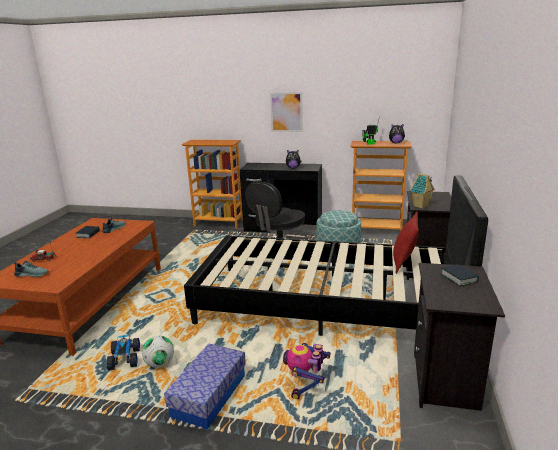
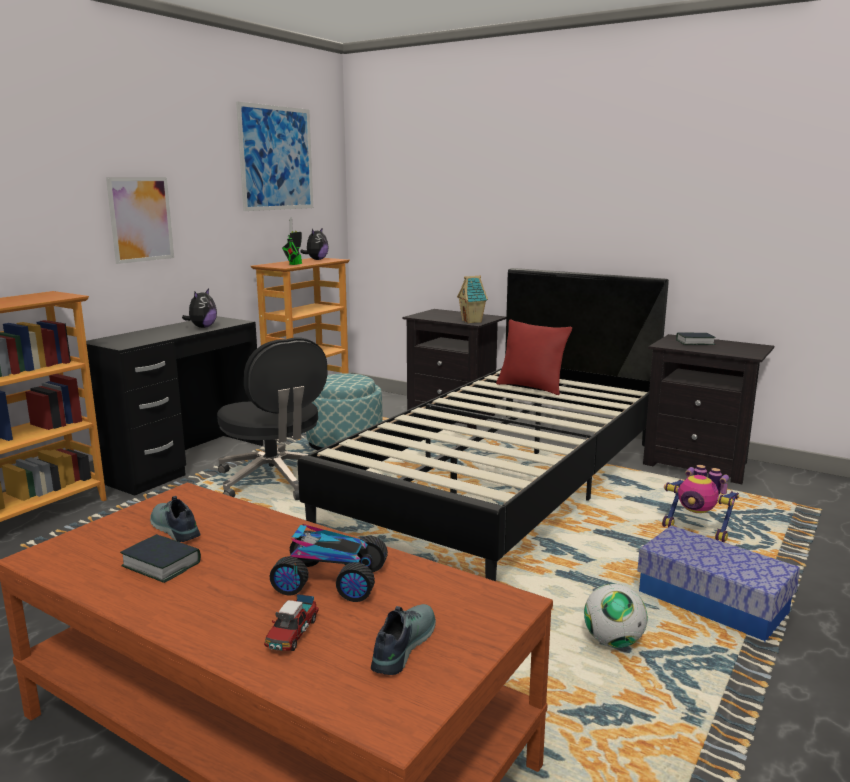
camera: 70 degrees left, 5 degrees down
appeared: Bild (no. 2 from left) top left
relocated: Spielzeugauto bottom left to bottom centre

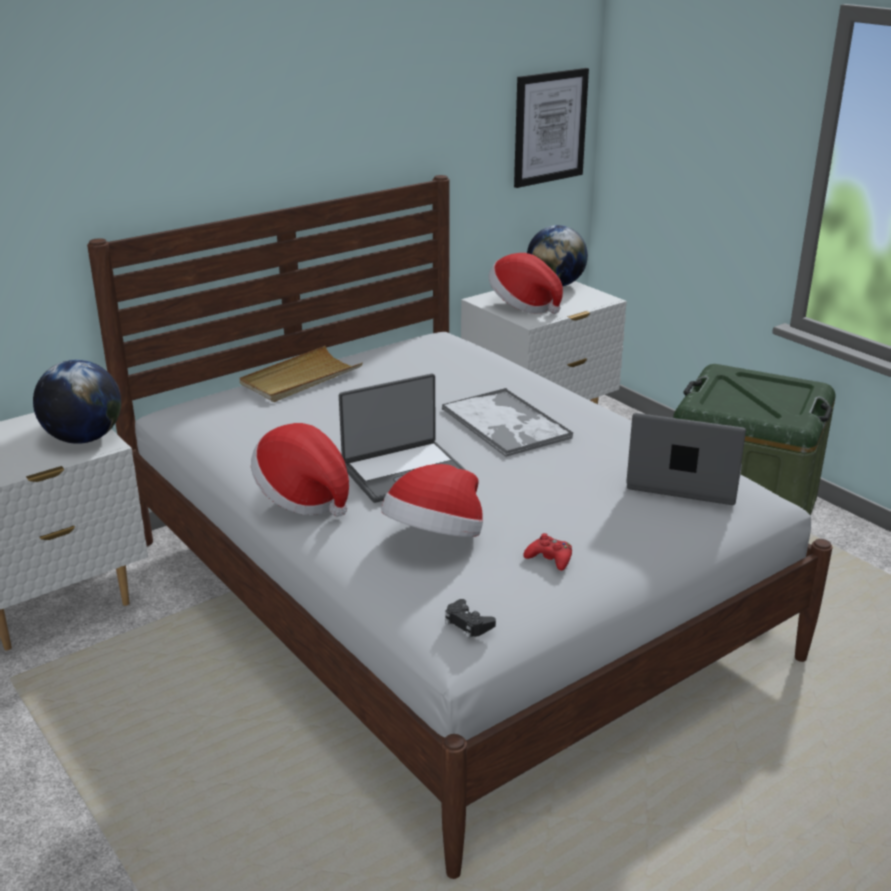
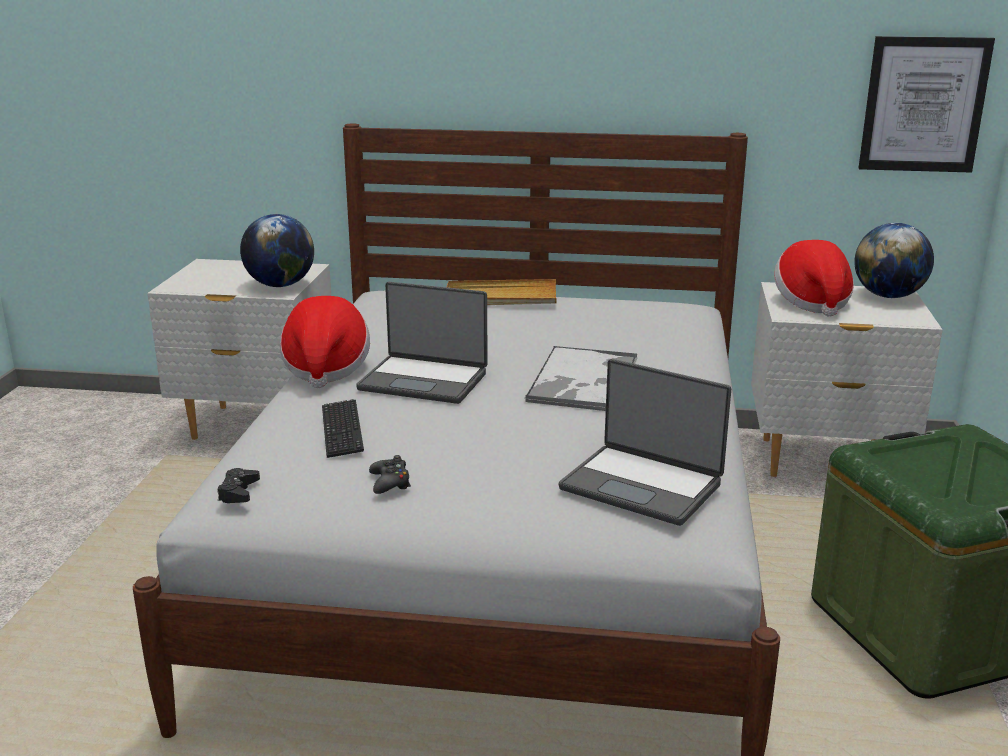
camera: 45 degrees right, 5 degrees down
exchanged: Hut (no. 2 from left) centre to Tastatur centre
colour: Gamepad [rot] centre to Gamepad [schwarz] (no. 2 from left) centre
spun: Laptop (no. 2 from left) middle right = centre 150 degrees clockwise

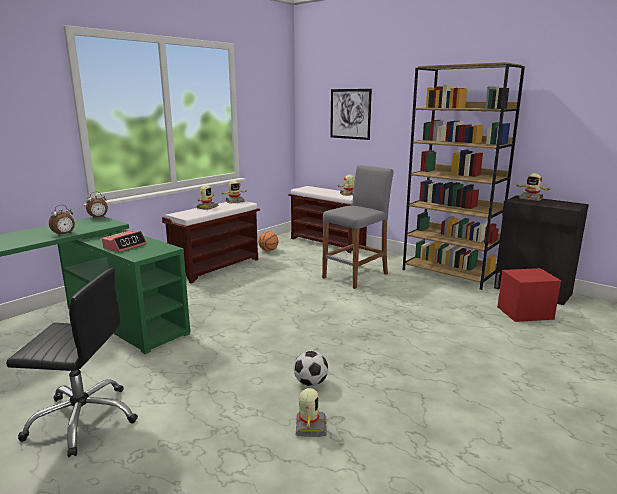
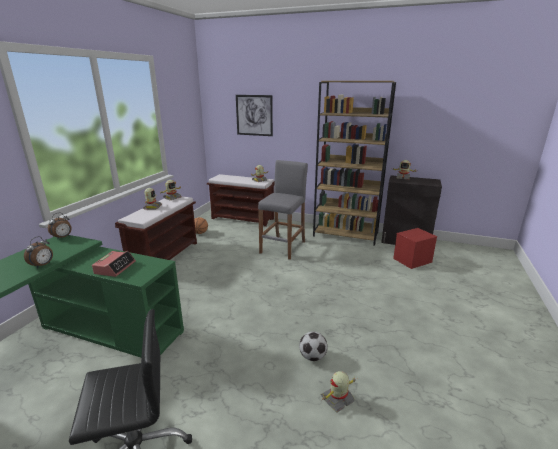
camera: 20 degrees left, 5 degrees up
spun: Spielzeugroboter (no. 3 from left in the first image) bottom centre = bottom centre 105 degrees counterclockwise

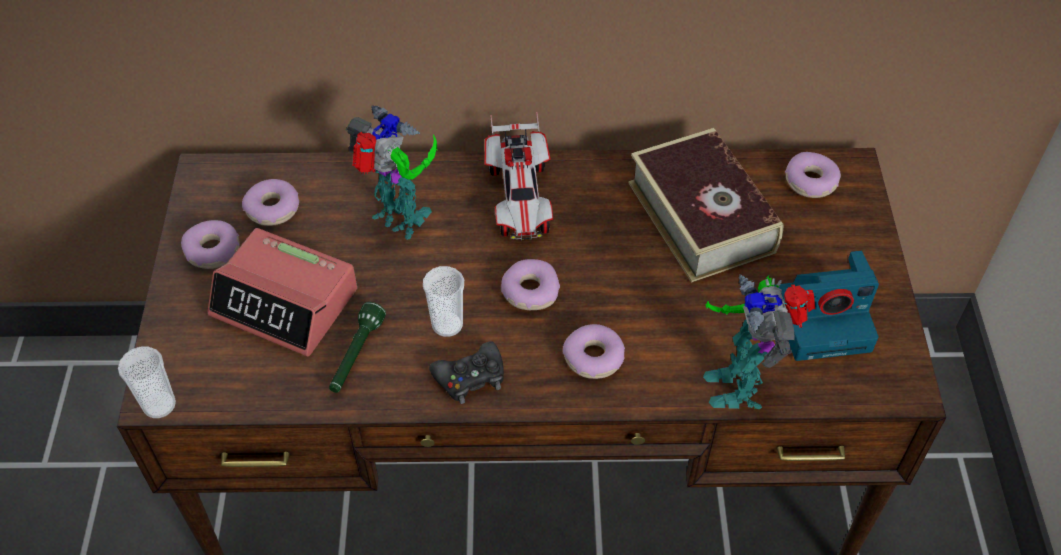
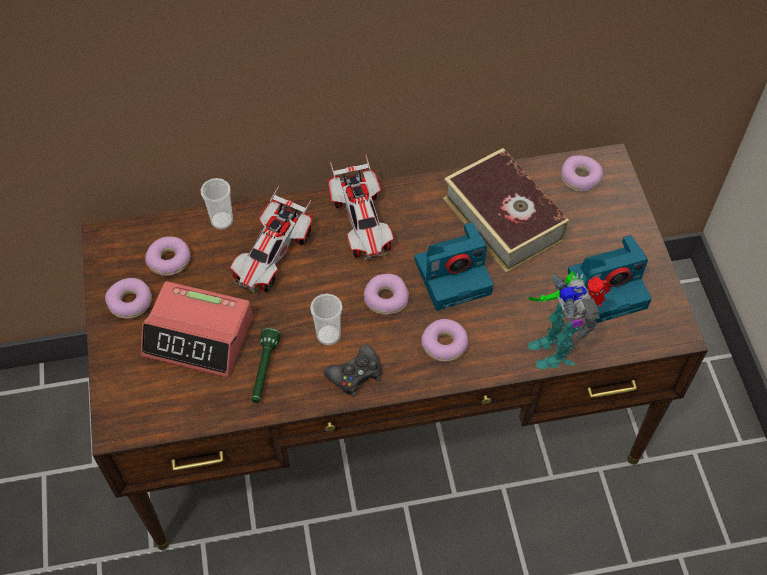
camera: 10 degrees left, 5 degrees up
appeared: Kamera (no. 1 from left) centre
relocated: Tasse (no. 1 from left) bottom left to middle left
exchanged: Spielzeugroboter (no. 1 from left) top centre to Spielzeugauto (no. 1 from left) centre

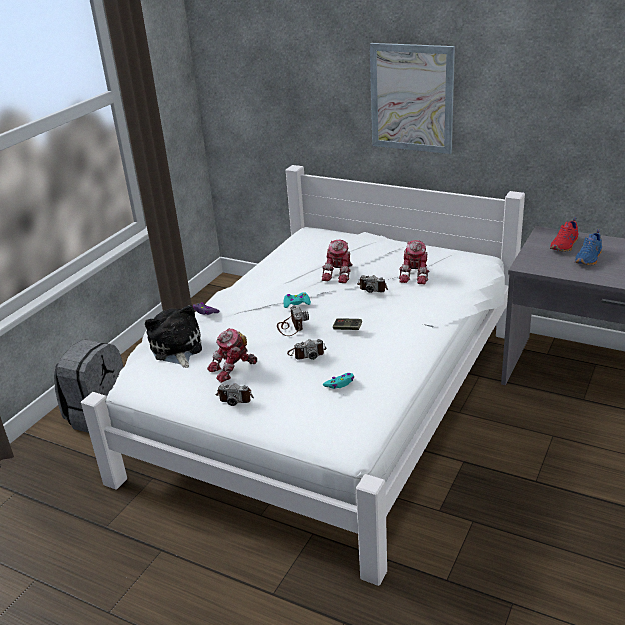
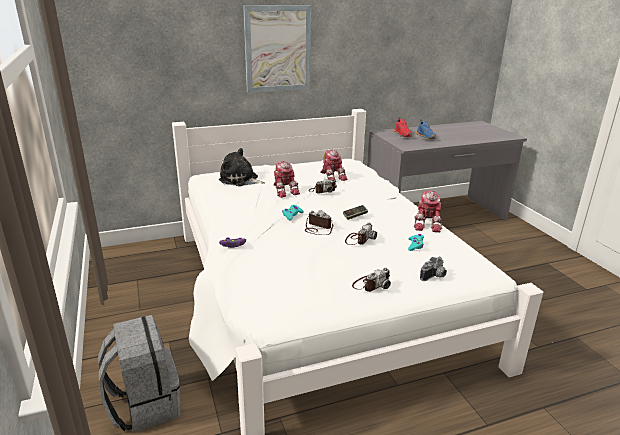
camera: 50 degrees left, 5 degrees down
appeared: Kamera (no. 5 from left) middle right
relocated: Plüschtier middle left to centre; Spielzeugroboter (no. 1 from left in the first image) centre to Spielzeugroboter (no. 3 from left) middle right

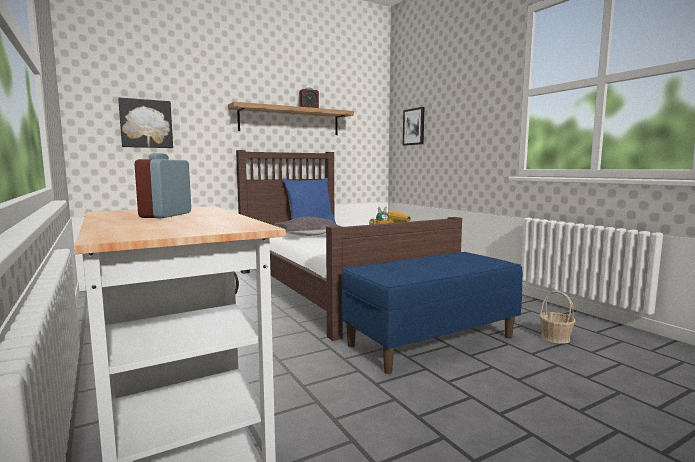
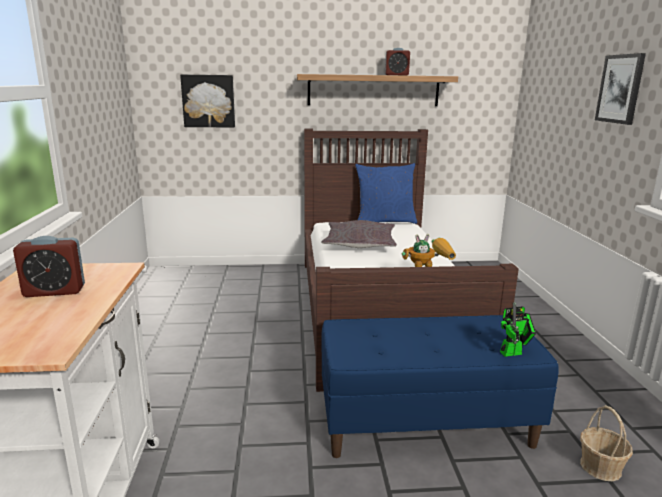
camera: 25 degrees right, 10 degrees up
appeared: Spielzeugroboter (no. 2 from left) middle right
relocated: Bild (no. 2 from left) top centre to top right
spun: Wecker (no. 1 from left) middle left = middle left 135 degrees counterclockwise

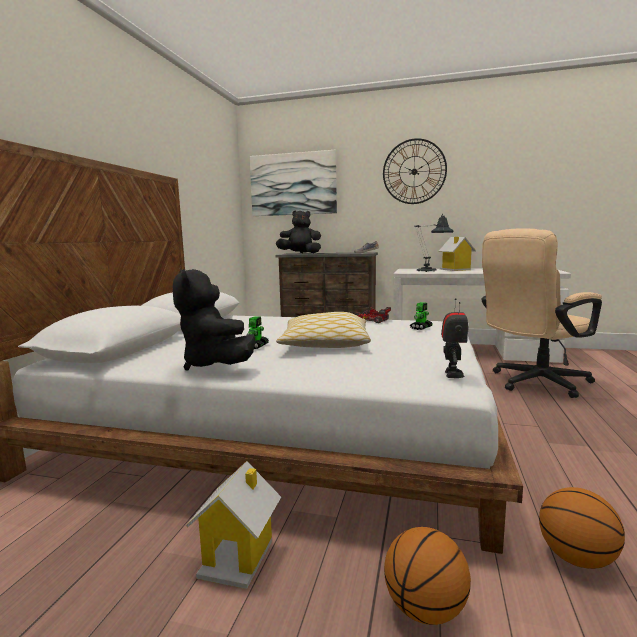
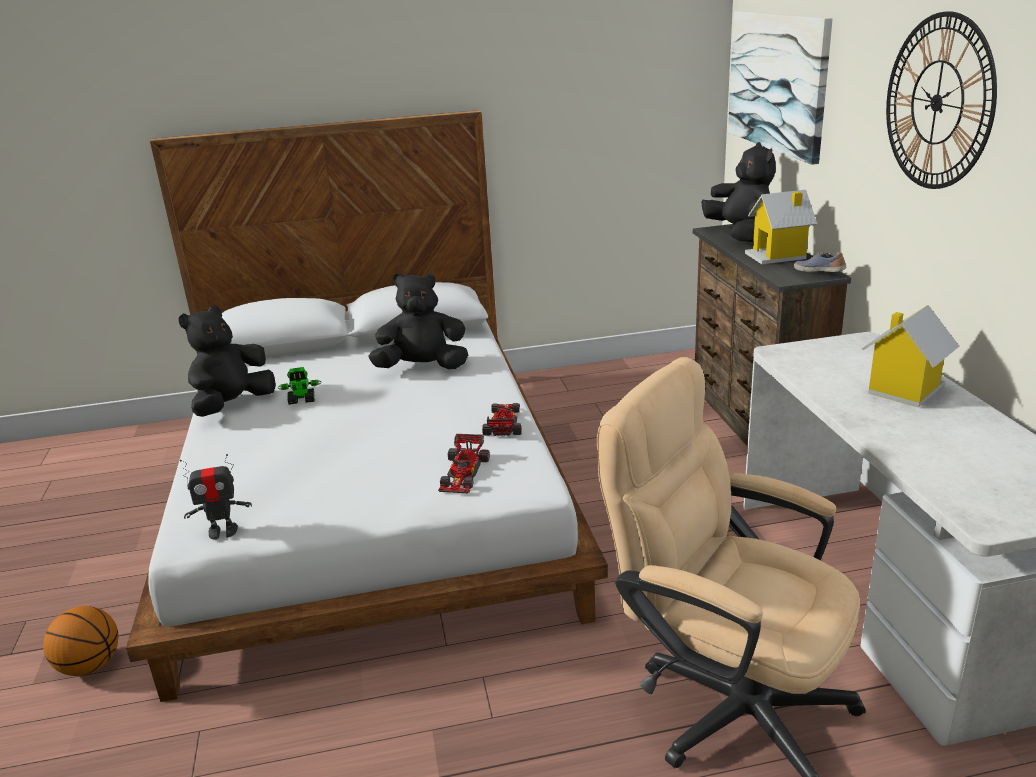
camera: 65 degrees right, 15 degrees up
missing: Kissen centre; Tischlampe middle right; Basketball (no. 2 from left) bottom right
appeared: Plüschtier [schwarz] (no. 2 from left) centre
relocated: Spielzeughaus (no. 1 from left) bottom centre to top right
exchanged: Spielzeugroboter (no. 2 from left) centre to Spielzeugauto (no. 1 from left) centre

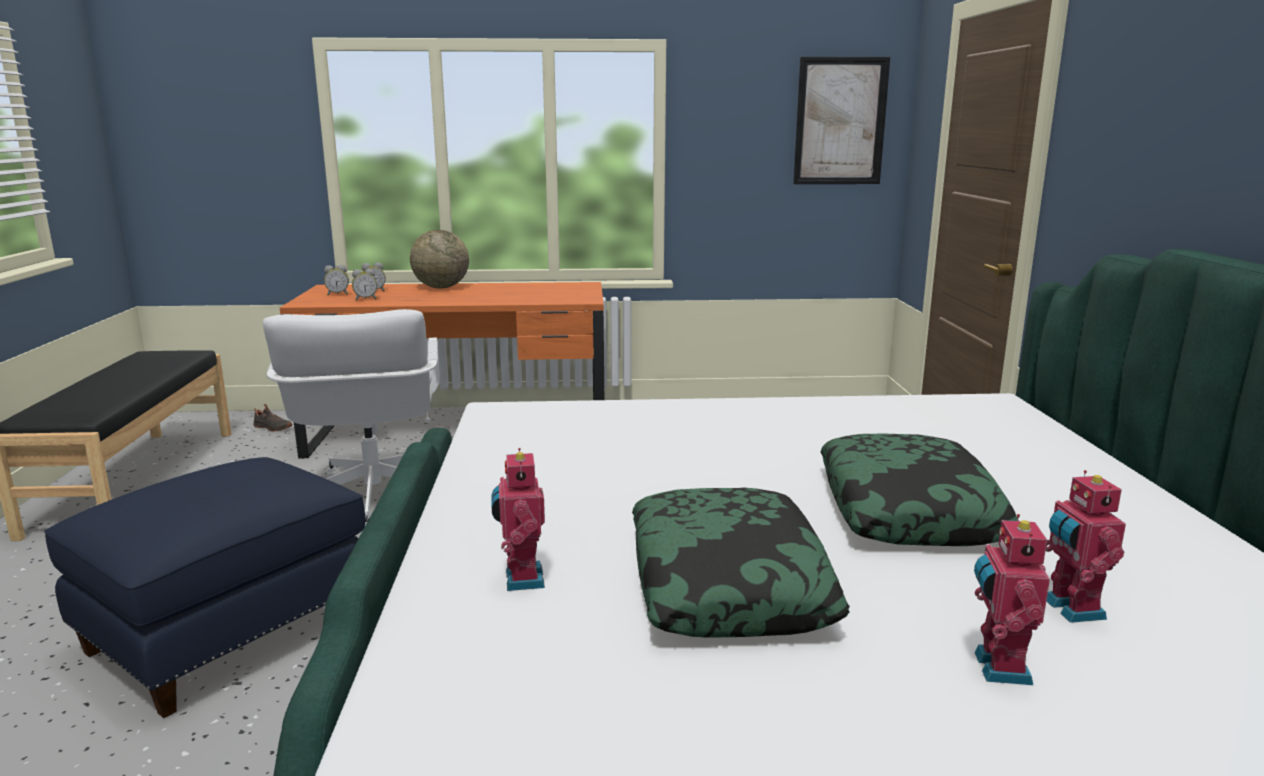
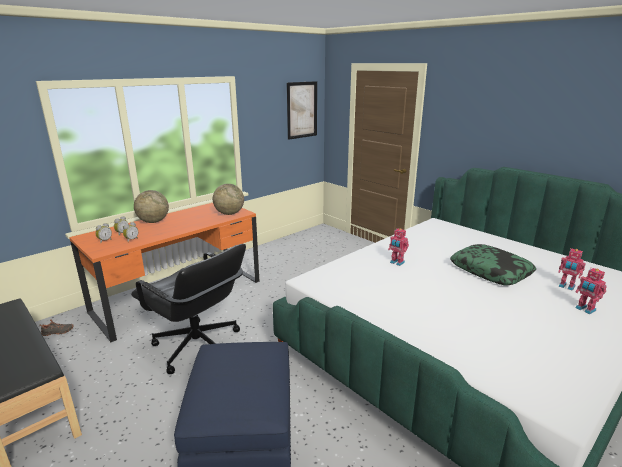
camera: 40 degrees left, 5 degrees up
missing: Kissen (no. 1 from left) bottom centre
appeared: Globus (no. 2 from left) centre
relocated: Spielzeugroboter (no. 1 from left) bottom centre to centre
colour: Bürostuhl [weiß] middle left to Bürostuhl [schwarz] middle left

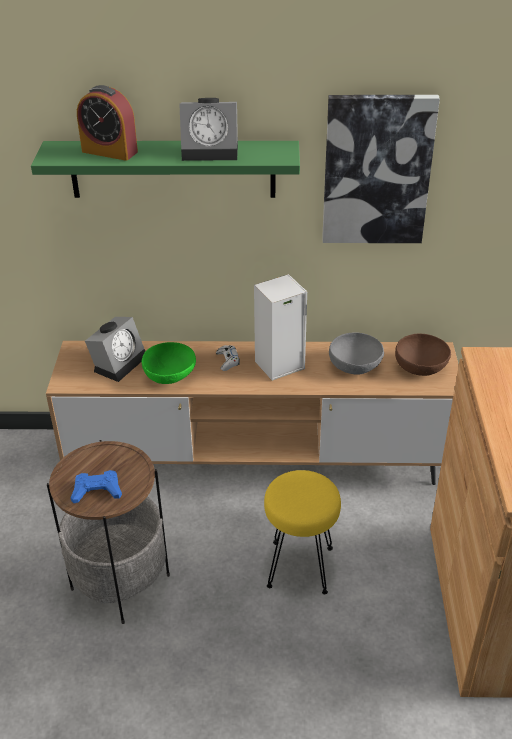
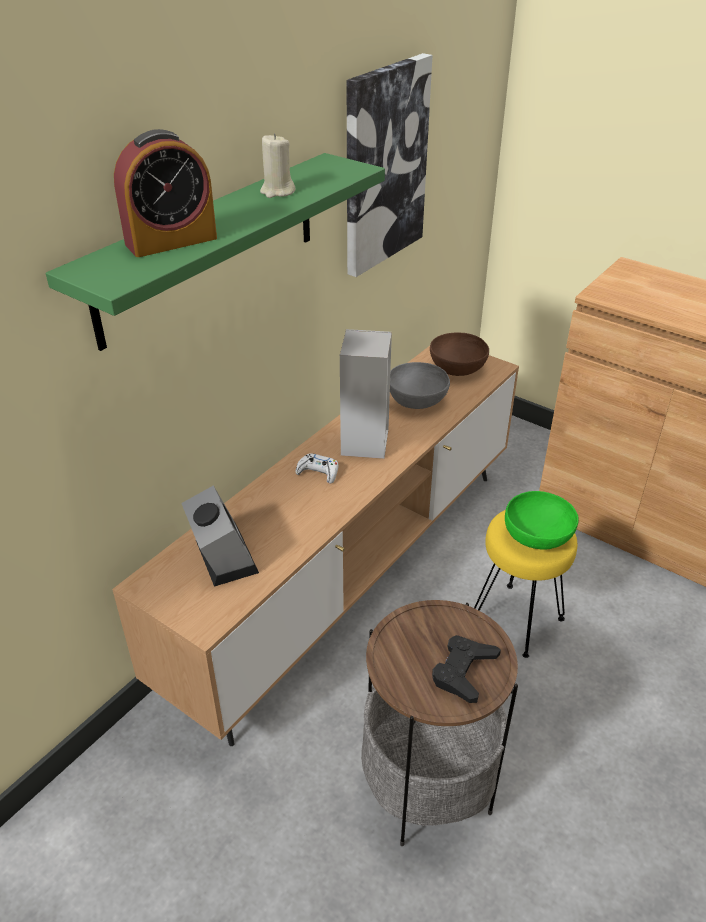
camera: 55 degrees left, 0 degrees up
relocated: Schüssel [grün] middle left to middle right
exchanged: Wecker (no. 3 from left) top centre to Kerze [beige] top centre
colour: Gamepad [blau] middle left to Gamepad [schwarz] bottom centre

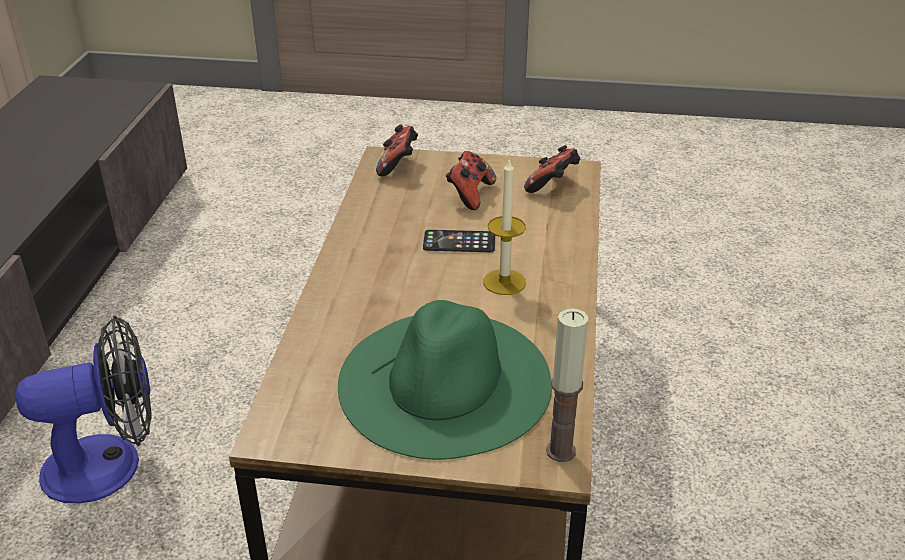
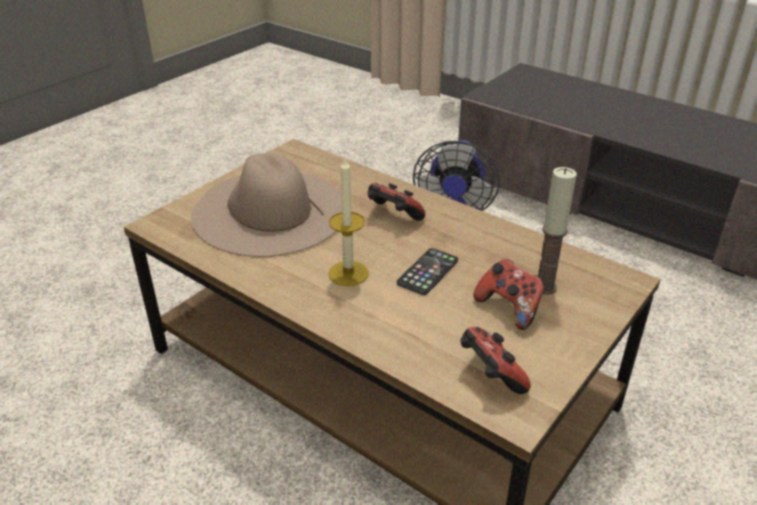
camera: 120 degrees right, 0 degrees up
relocated: Gamepad (no. 1 from left) top centre to centre; Kerze (no. 2 from left) bottom centre to middle right
colour: Hut [grün] bottom centre to Hut [beige] centre

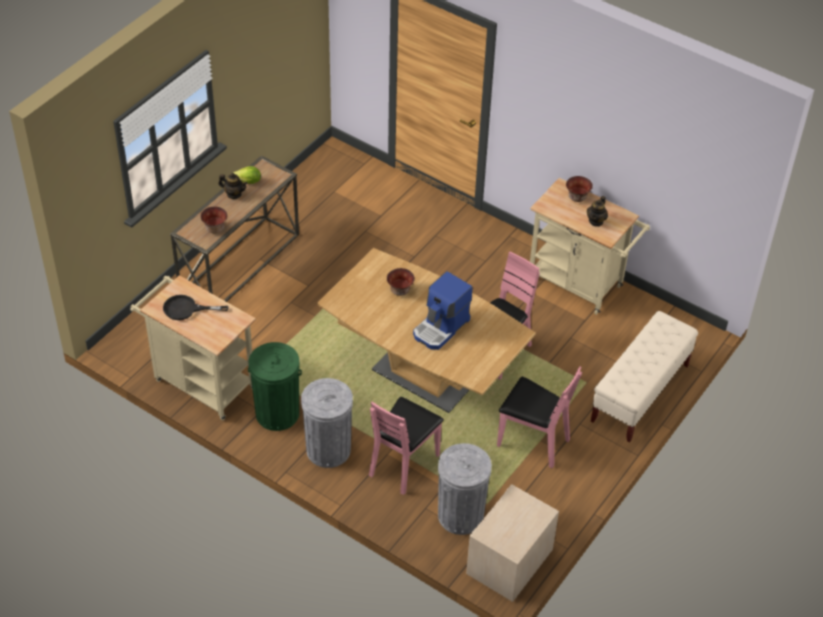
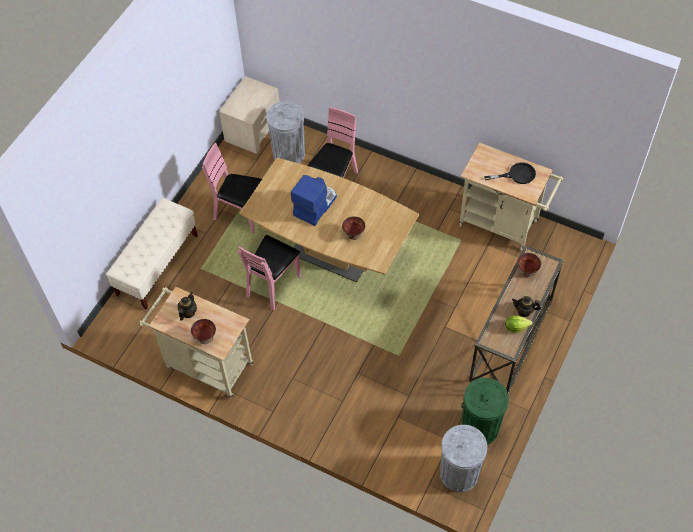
camera: 175 degrees right, 10 degrees up
relocated: Mülleimer [grau] (no. 1 from left in the first image) bottom centre to Mülleimer [grau] (no. 2 from left) bottom right; Mülleimer [grün] centre to bottom right

